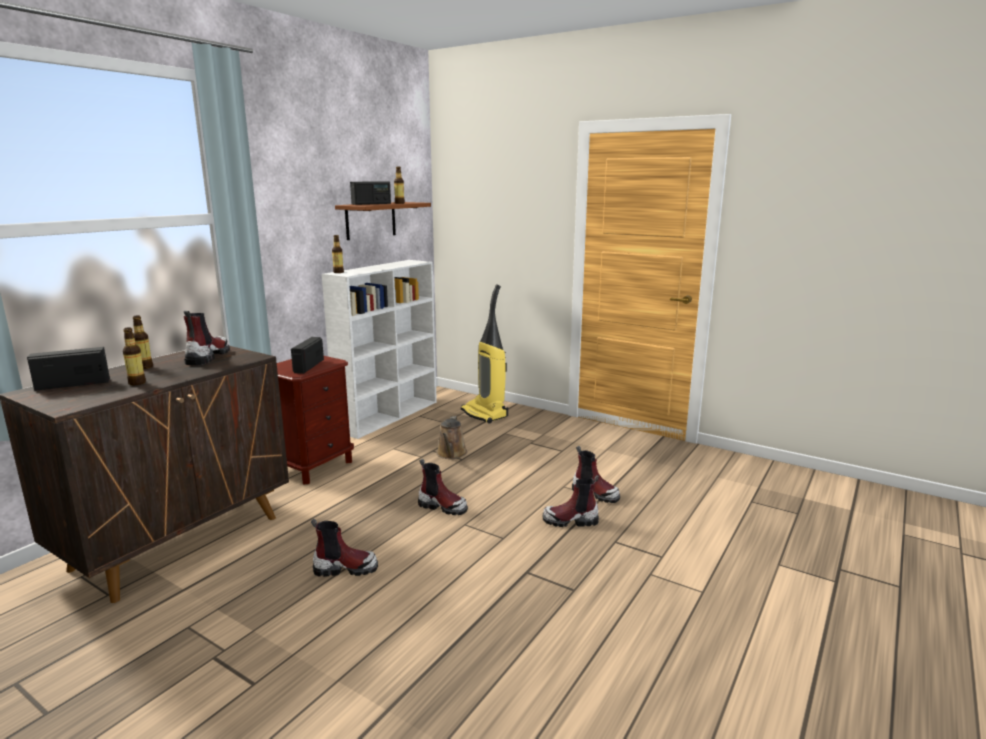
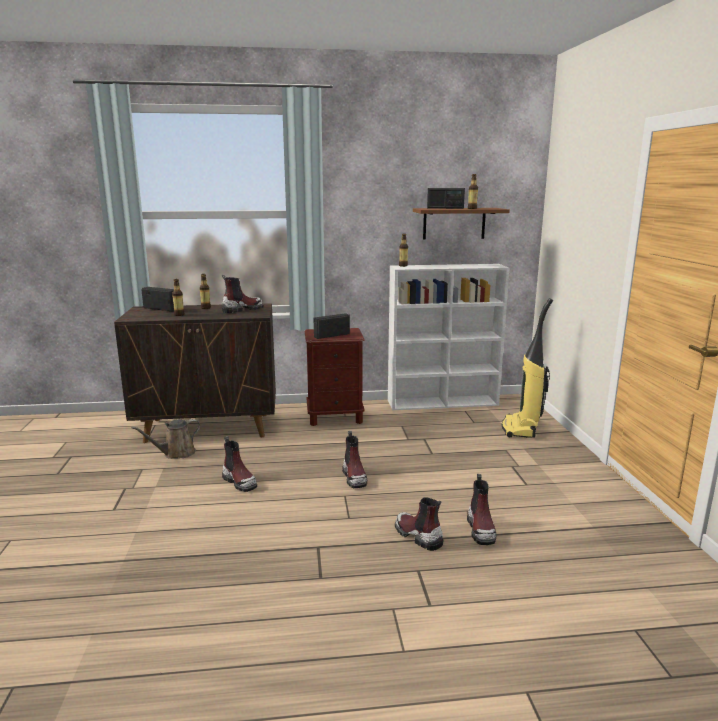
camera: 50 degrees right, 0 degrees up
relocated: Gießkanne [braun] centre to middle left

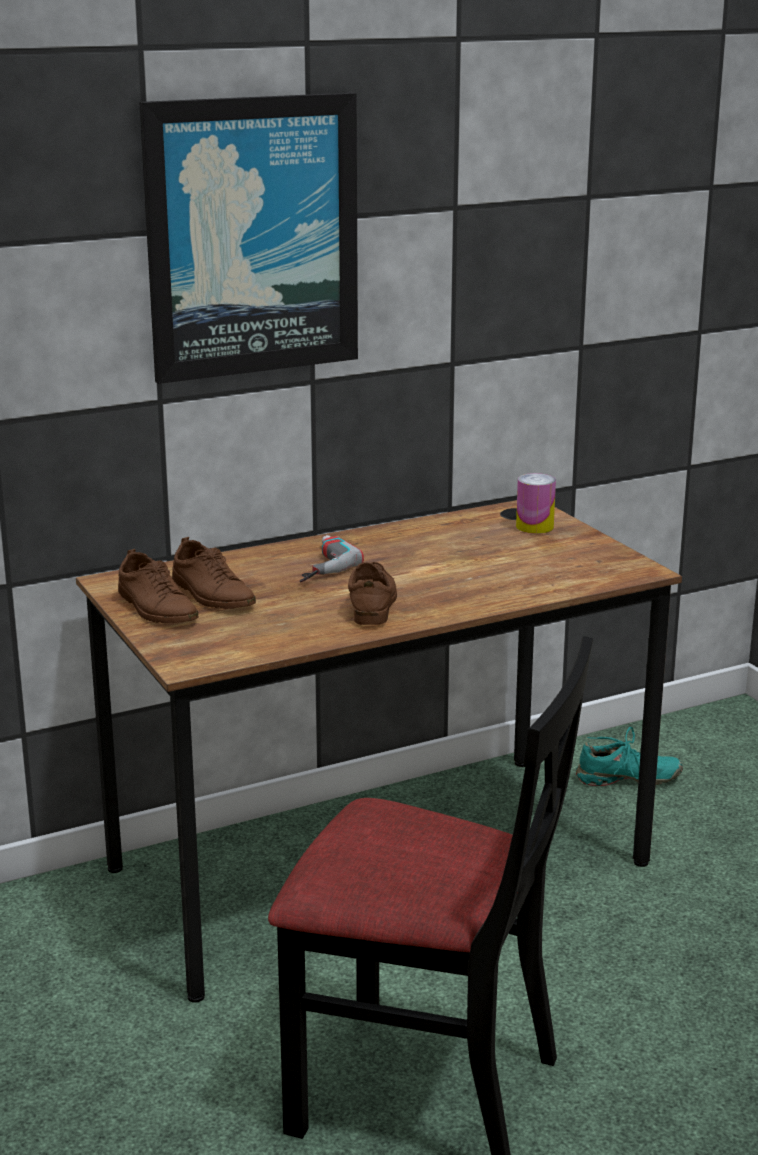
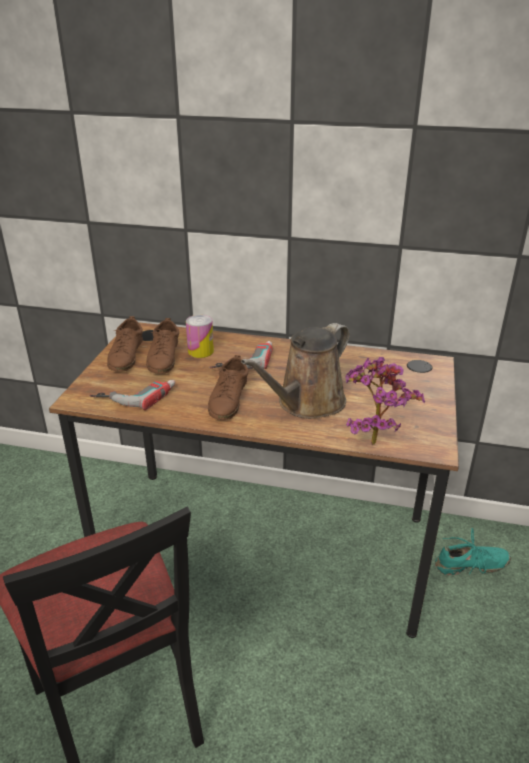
camera: 40 degrees right, 10 degrees up
missing: Bild top left
appeared: Bohrmaschine (no. 1 from left) middle left; Gießkanne [braun] centre; Topfpflanze middle right
relocated: Dose middle right to centre
spun: Schuh [braun] (no. 3 from left) centre = centre 150 degrees clockwise; Schuh [türkis] middle right = bottom right 45 degrees counterclockwise

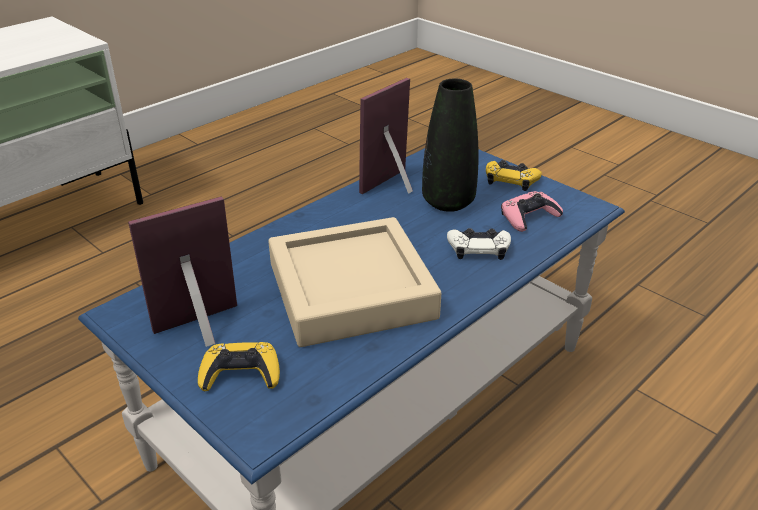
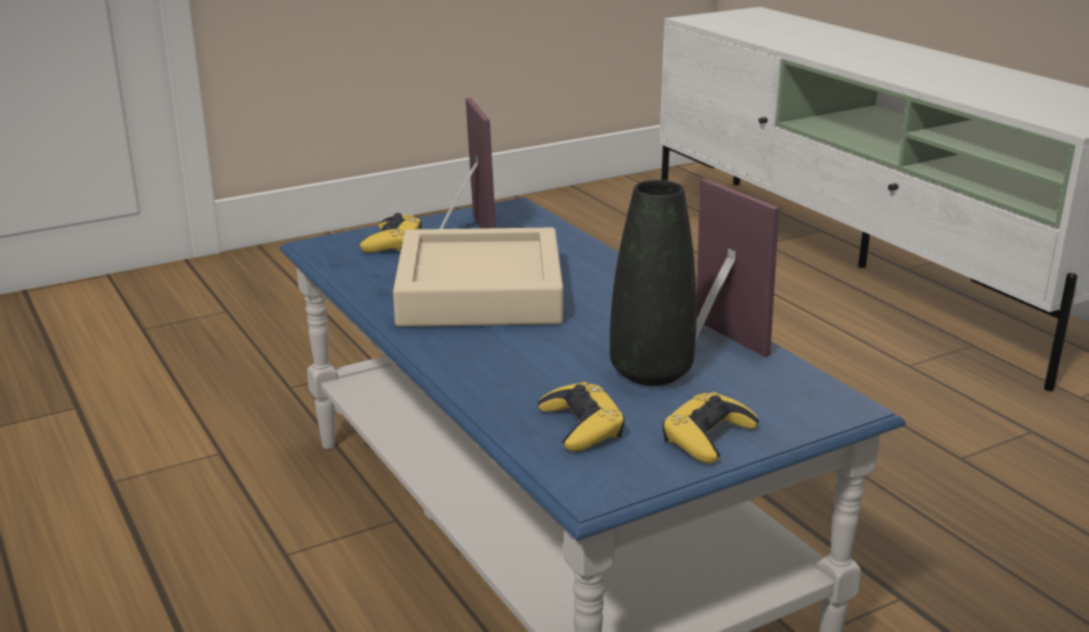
camera: 105 degrees right, 10 degrees down
missing: Gamepad [weiß] centre
colour: Gamepad [rosa] middle right to Gamepad [gelb] (no. 2 from left) centre

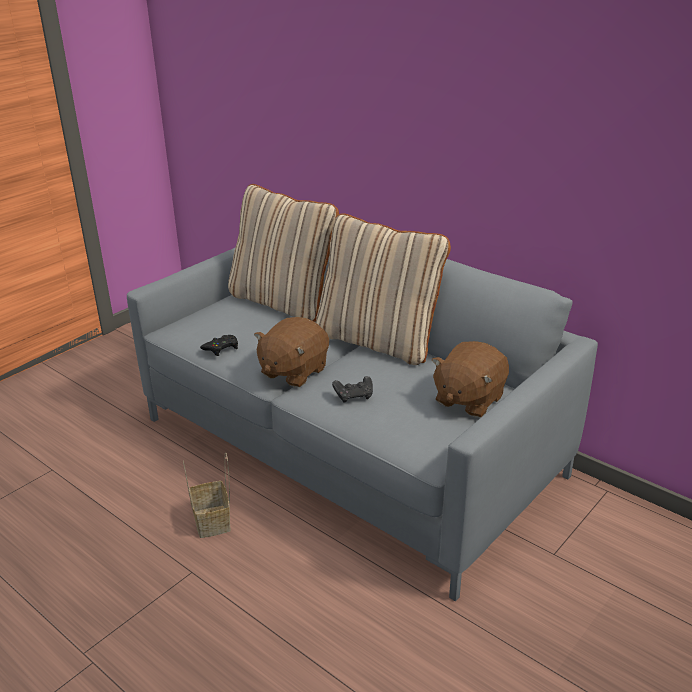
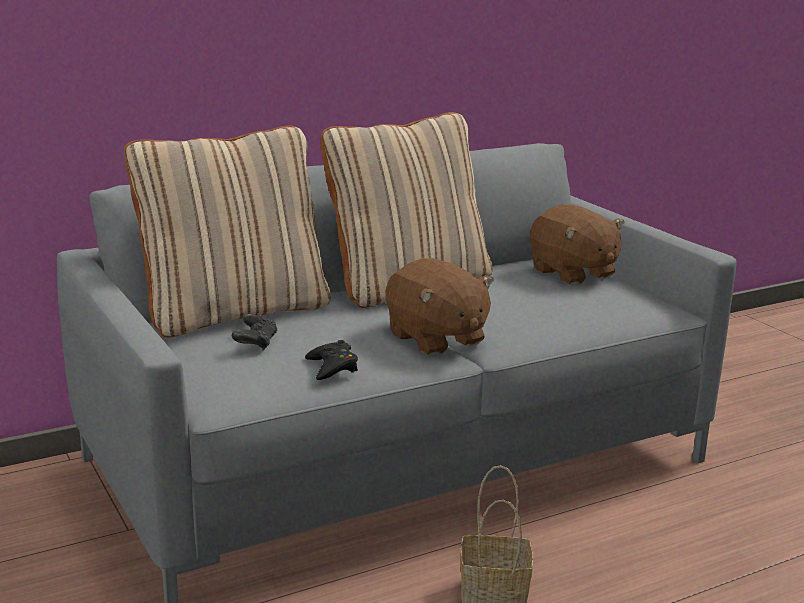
camera: 70 degrees left, 10 degrees down
relocated: Gamepad [schwarz] (no. 2 from left in the first image) centre to Gamepad [schwarz] (no. 1 from left) middle left

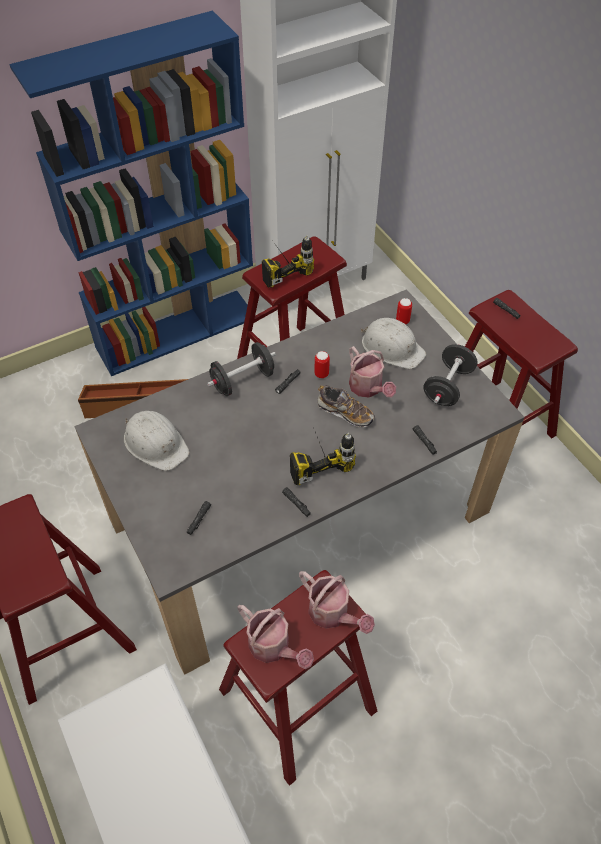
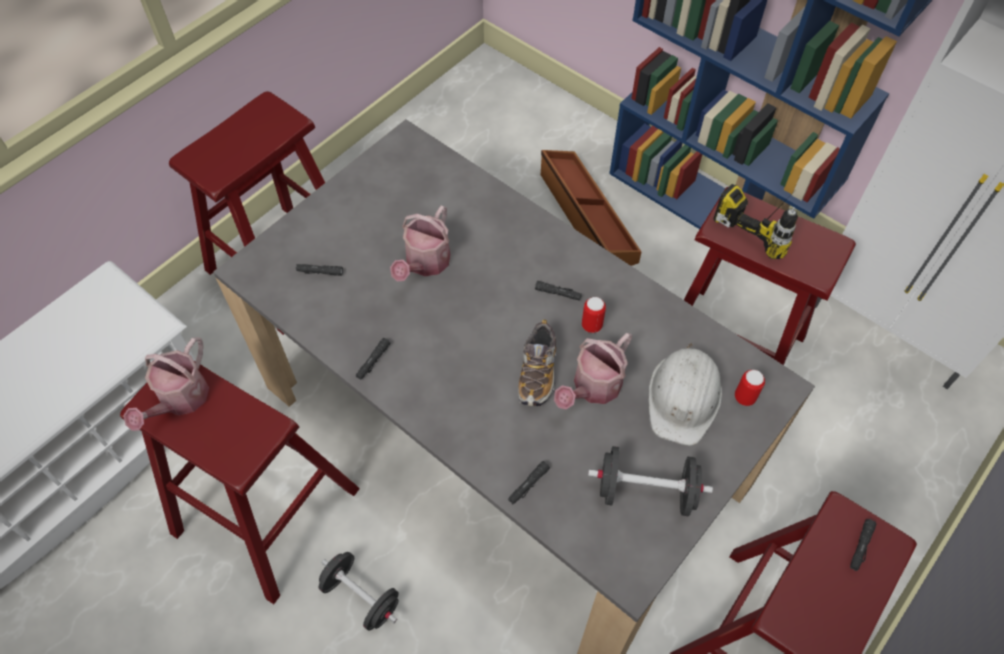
camera: 70 degrees right, 5 degrees up
missing: Schutzhelm [weiß] (no. 1 from left) middle left; Bohrmaschine (no. 2 from left) centre
relocated: Hantel [schwarz] (no. 1 from left) centre to bottom centre; Gießkanne (no. 2 from left) bottom centre to centre

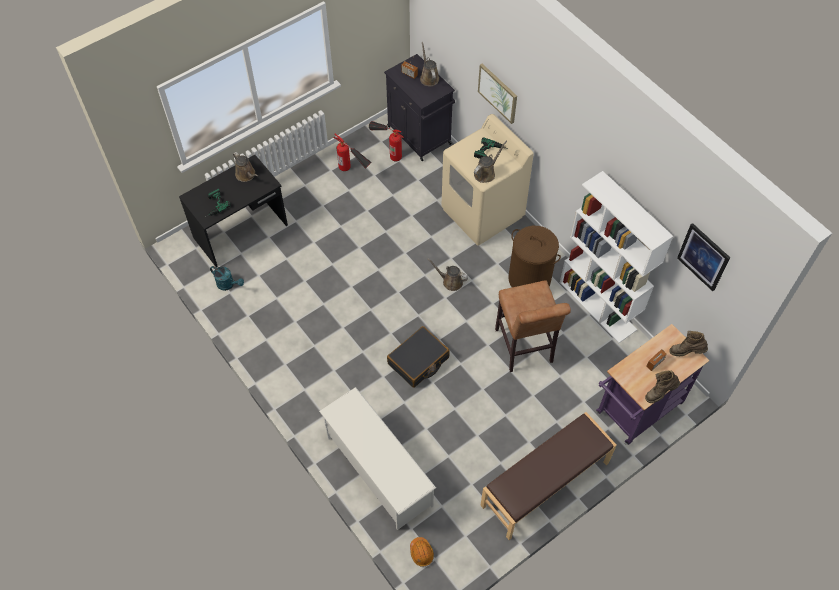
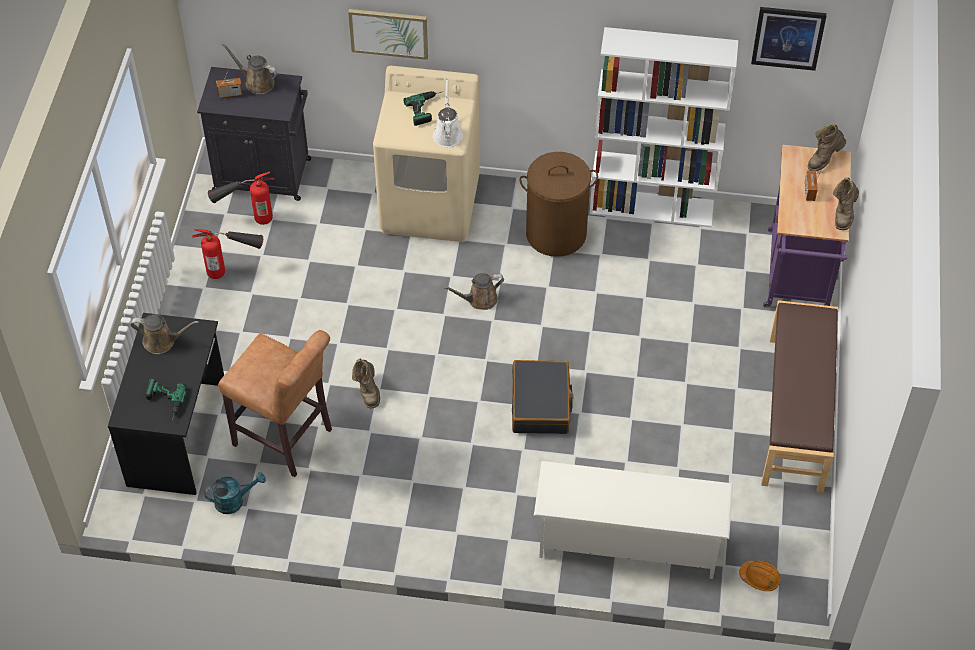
camera: 45 degrees left, 5 degrees down
appeared: Stiefel [braun] (no. 1 from left) centre
relocated: Hocker [braun] centre to middle left
colour: Gießkanne [braun] (no. 4 from left) top centre to Gießkanne [weiß] top centre

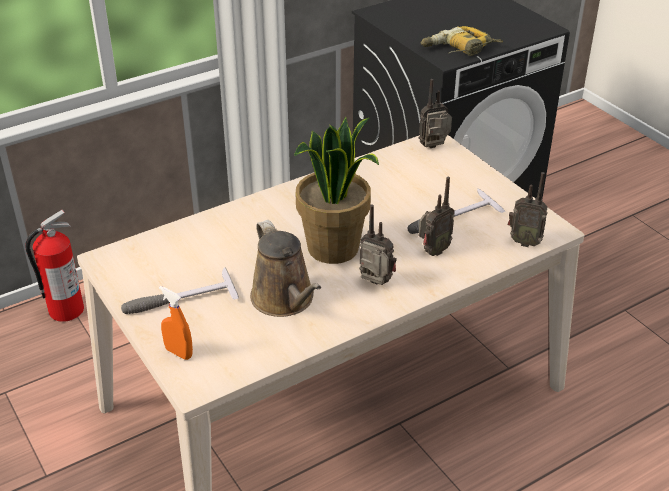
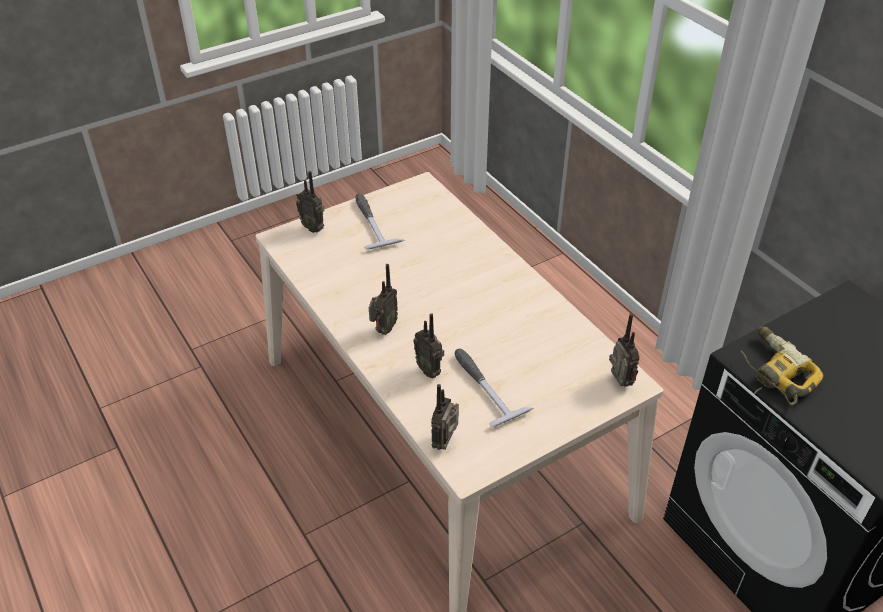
camera: 90 degrees right, 5 degrees up
missing: Feuerlöscher middle left; Gießkanne [braun] centre; Topfpflanze centre
exchanged: Sprühflasche [orange] middle left to Radio (no. 1 from left) top centre

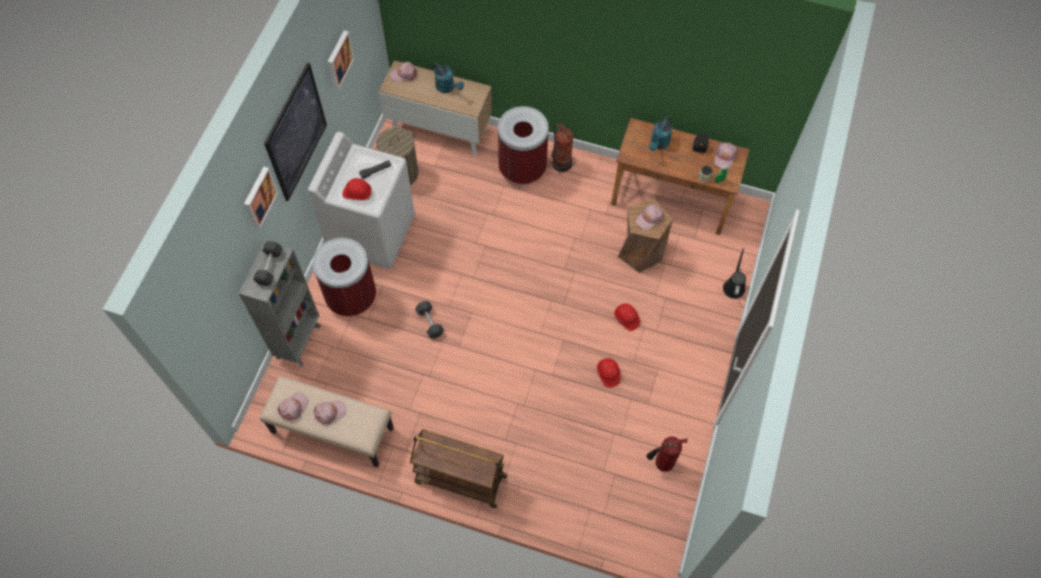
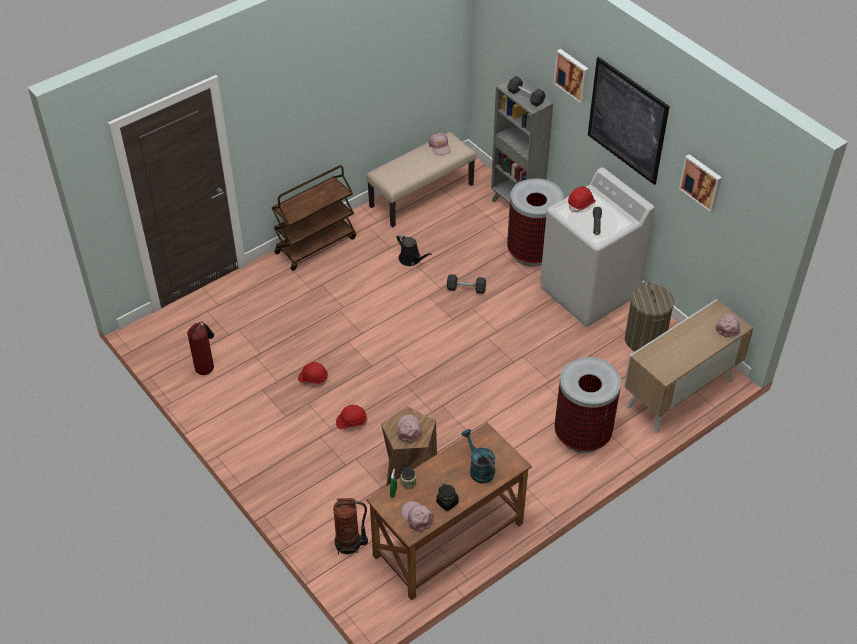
camera: 125 degrees right, 15 degrees down
missing: Kappe [rosa] (no. 2 from left) bottom left; Gießkanne [türkis] (no. 1 from left) top centre
relocated: Feuerlöscher (no. 1 from left in the first image) top centre to Feuerlöscher (no. 2 from left) bottom centre; Gießkanne [schwarz] middle right to centre

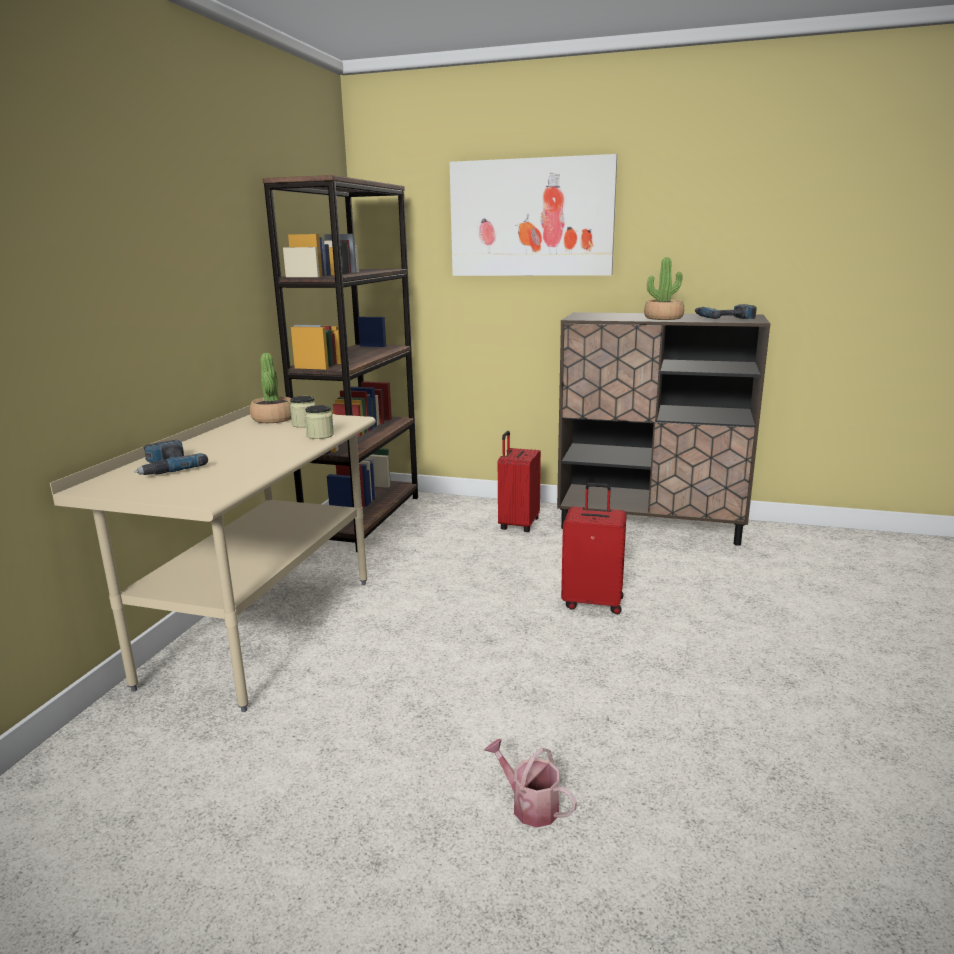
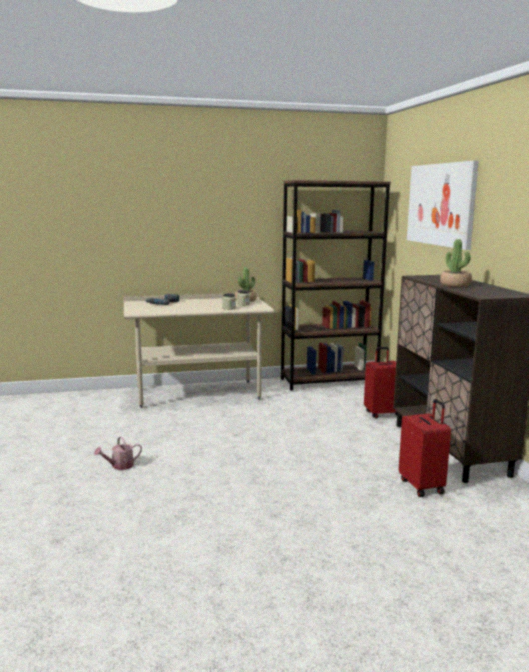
camera: 60 degrees right, 5 degrees down
missing: Bohrmaschine (no. 2 from left) top right
relocated: Koffer [rot] (no. 2 from left) centre to bottom right
spun: Gießkanne bottom centre = bottom left 135 degrees counterclockwise

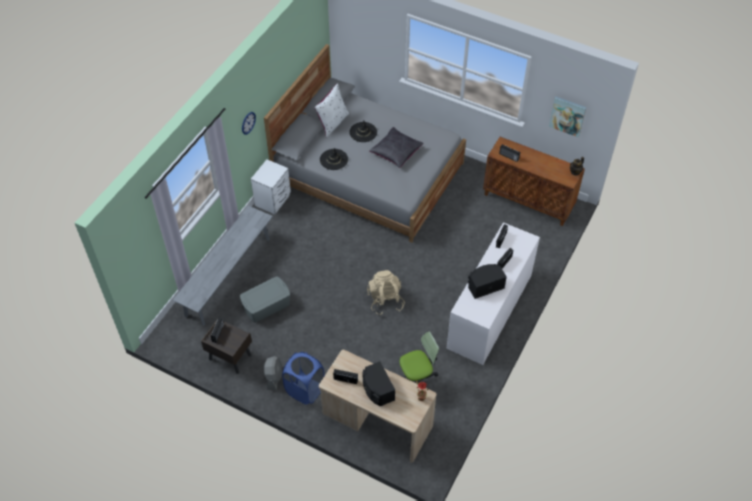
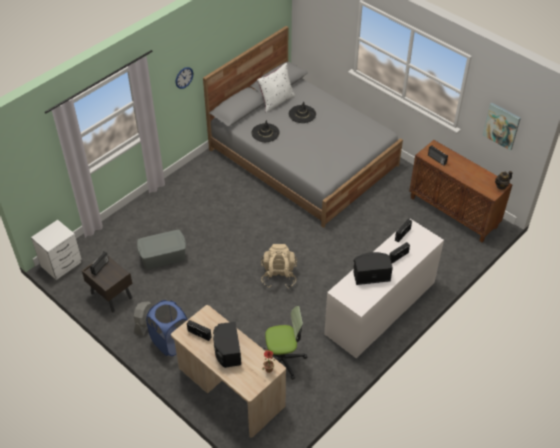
camera: 15 degrees right, 5 degrees down
missing: Bank [grau] middle left; Kissen [schwarz] top centre
relocated: Nachttisch [weiß] centre to middle left

